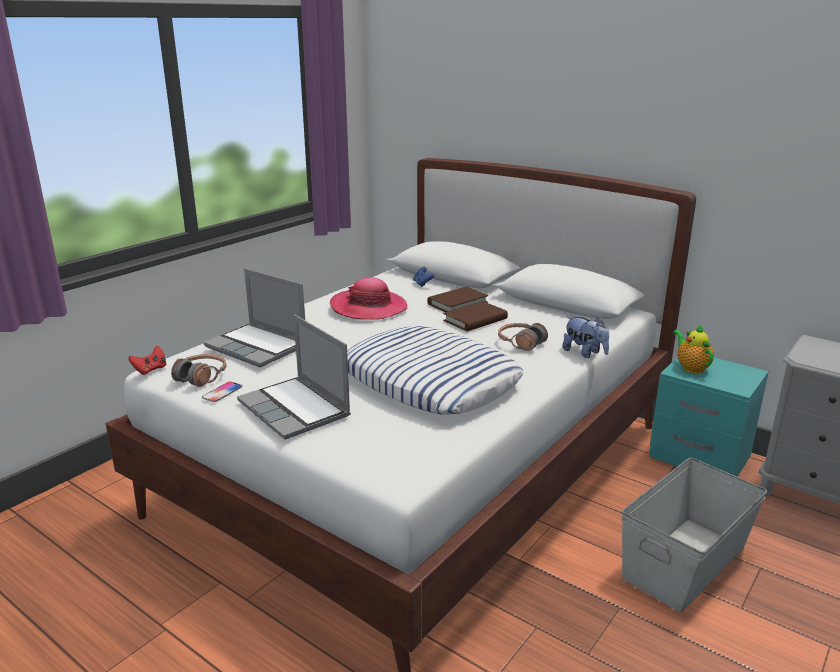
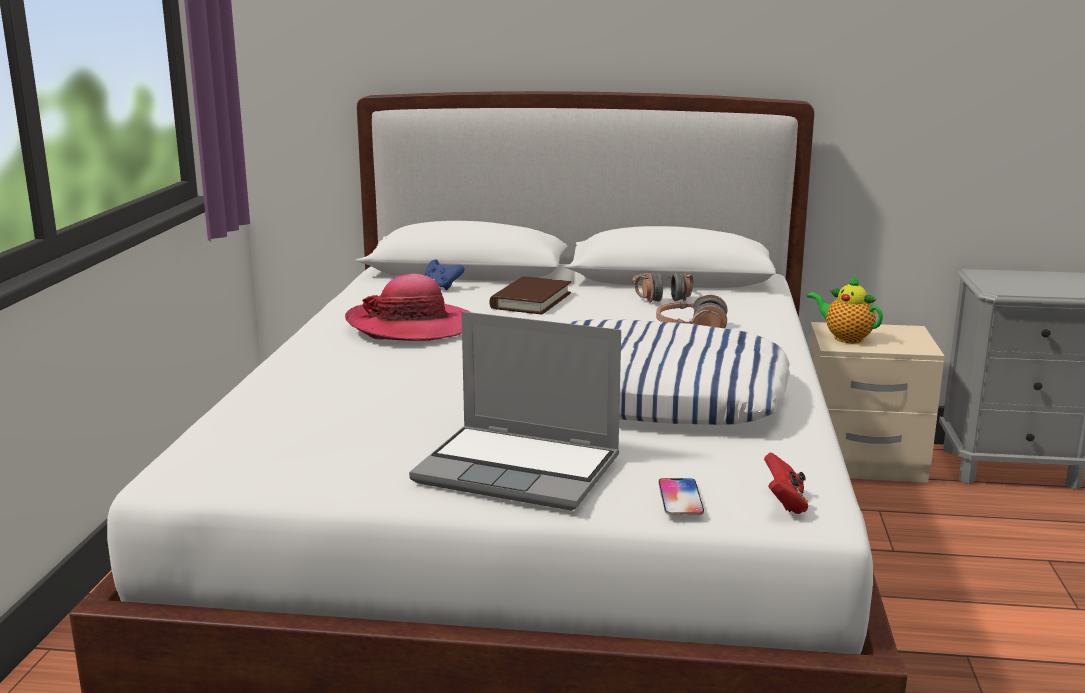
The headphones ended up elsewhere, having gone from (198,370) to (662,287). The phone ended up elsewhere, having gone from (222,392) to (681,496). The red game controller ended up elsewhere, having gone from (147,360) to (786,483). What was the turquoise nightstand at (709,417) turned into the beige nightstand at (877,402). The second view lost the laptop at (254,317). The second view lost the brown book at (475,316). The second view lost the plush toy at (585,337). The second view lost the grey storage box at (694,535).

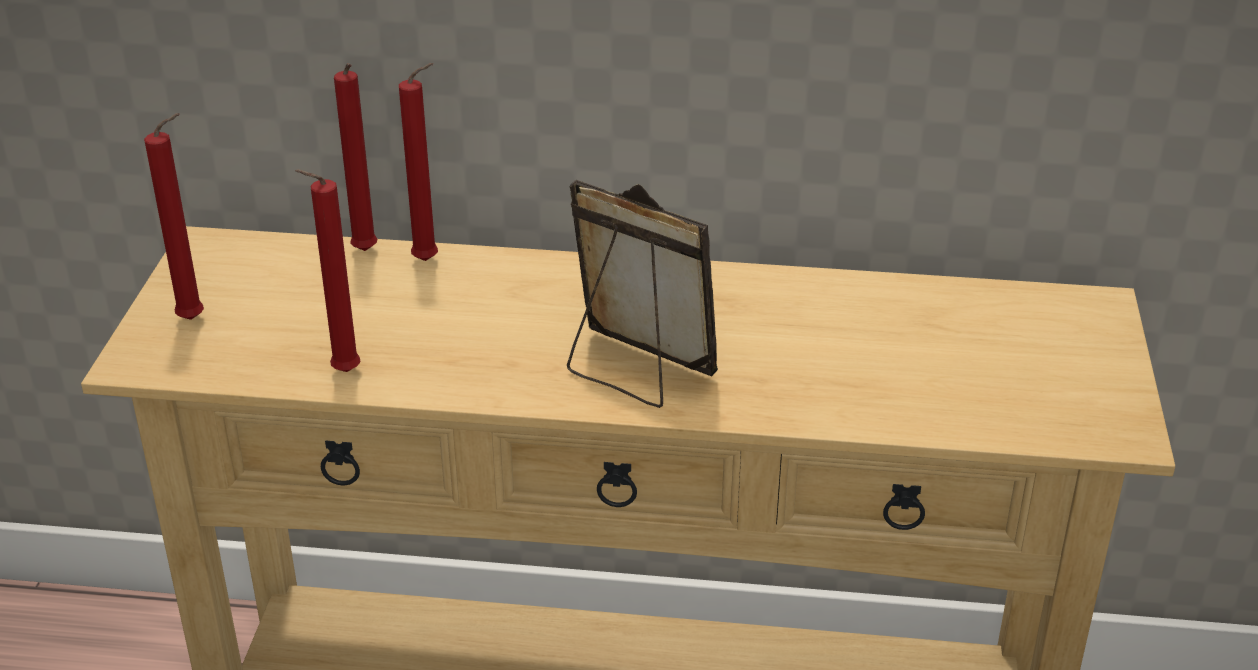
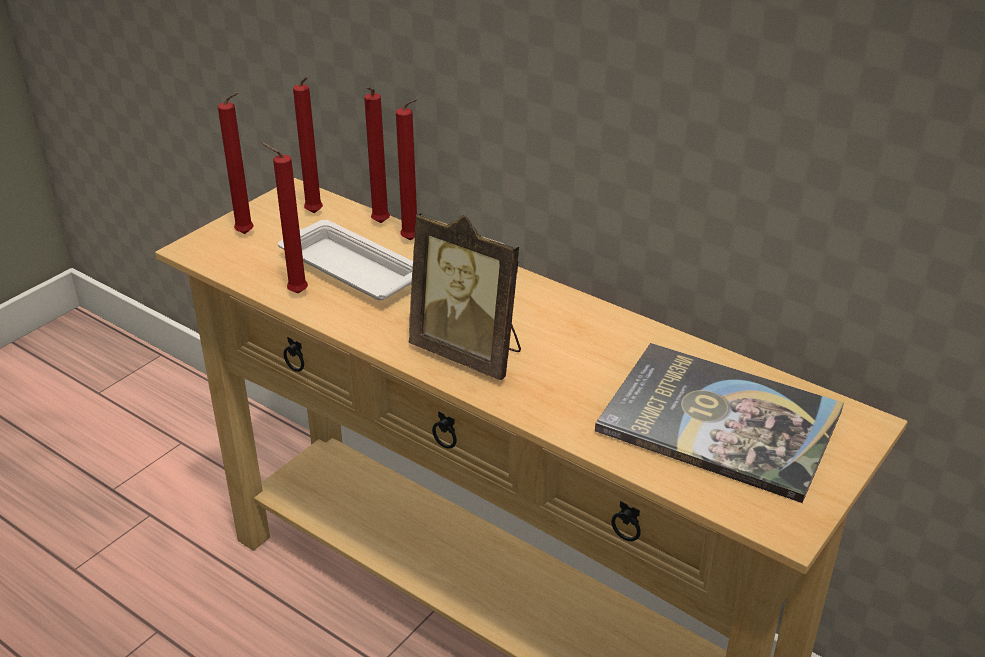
The second view gained the white tray at (345,260). The second view gained the red candle at (308,145). The picture frame at (642,294) ended up facing another way, 150 degrees clockwise from before. The second view gained the book at (719,423).

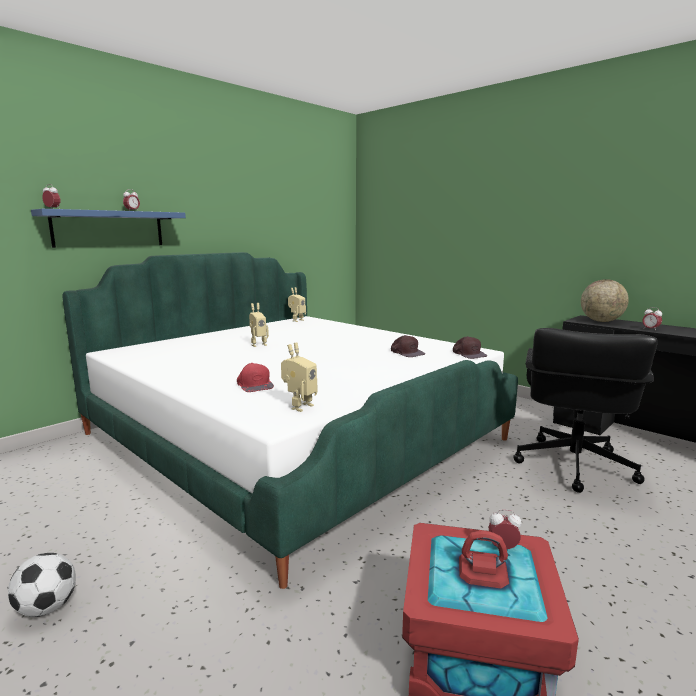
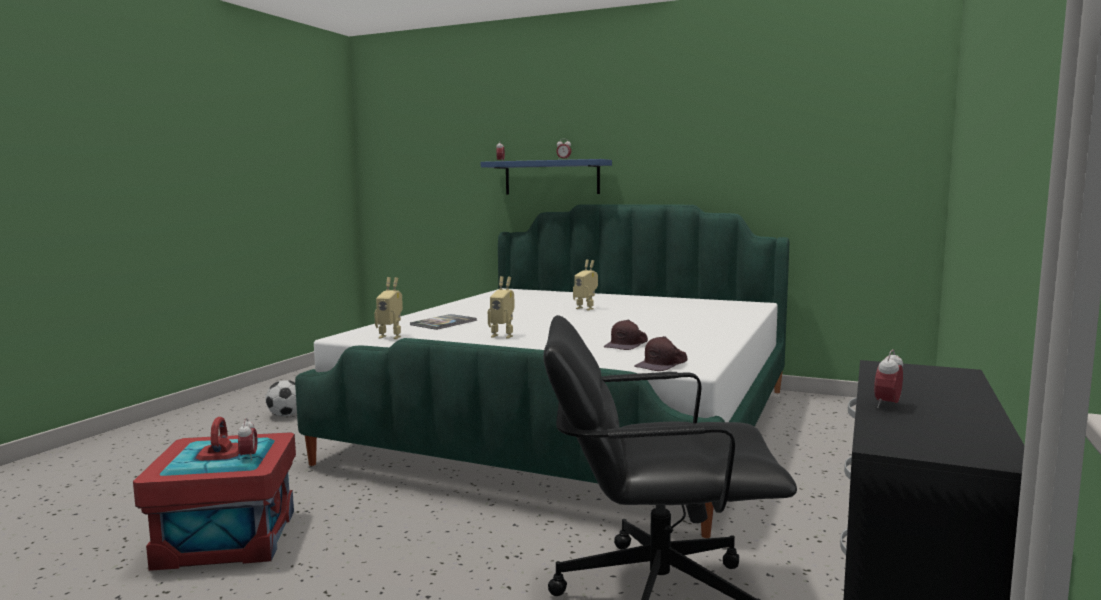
Where the red cap stood at (255,377), the book came to stand at (443,322). The toy robot ended up elsewhere, having gone from (297,304) to (501,307). The second view lost the globe at (605,300).

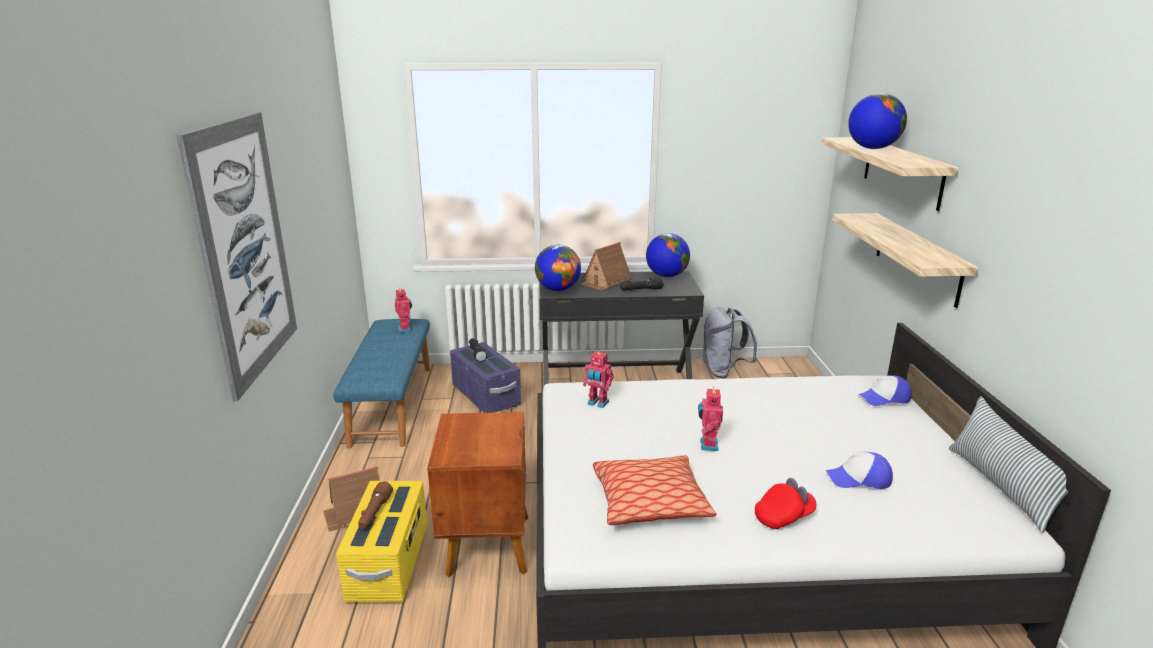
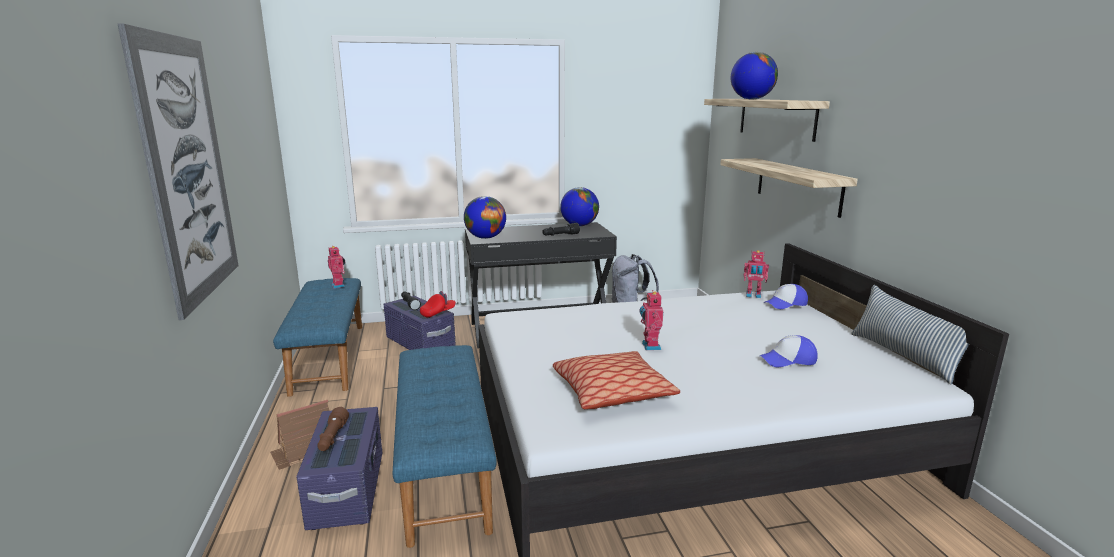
What was the yellow storage box at (381,541) turned into the purple storage box at (339,468). Where the brown nightstand stood at (477,494), the blue bench came to stand at (445,446). The red cap ended up elsewhere, having gone from (785,503) to (438,304). The toy robot ended up elsewhere, having gone from (598,379) to (756,274). The second view lost the toy house at (605,266).

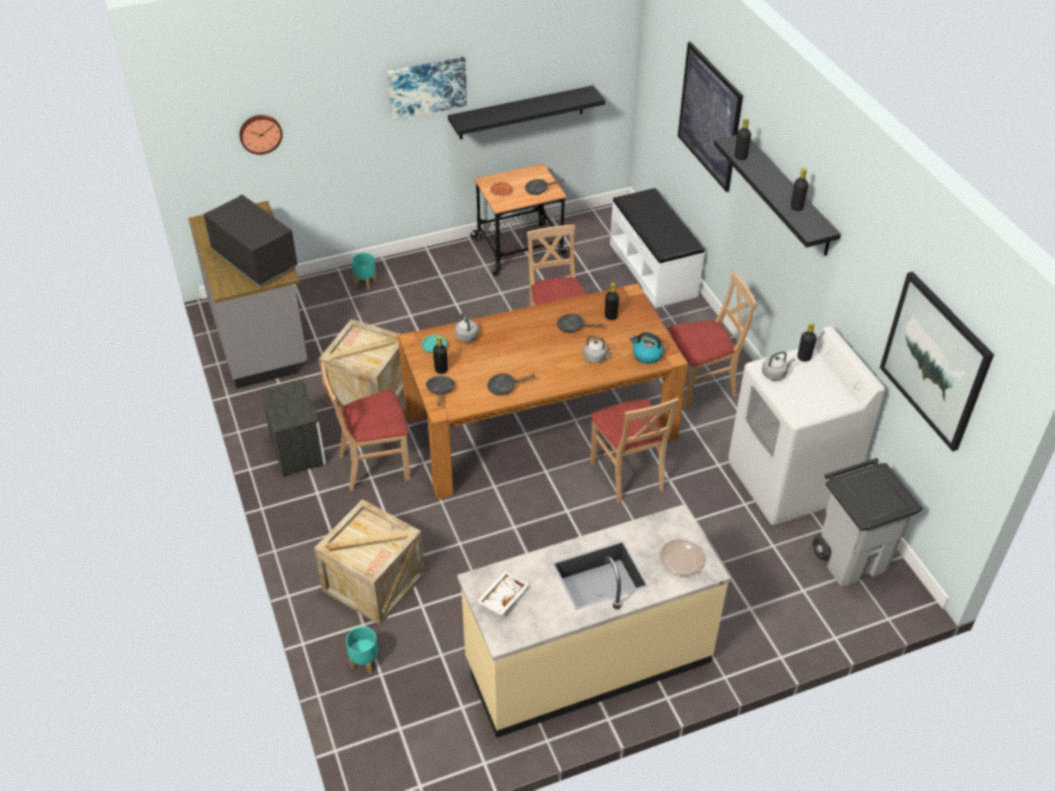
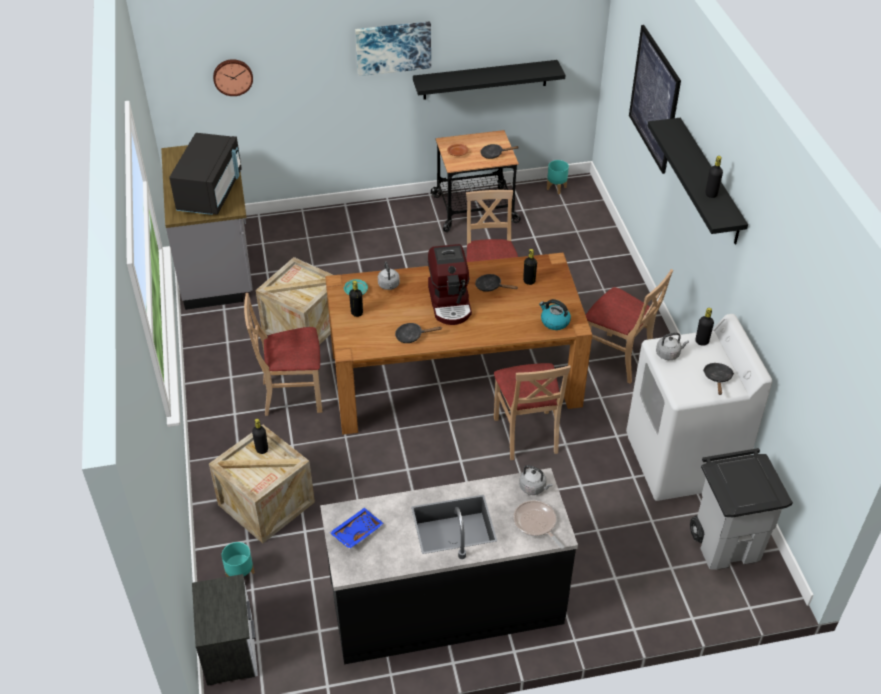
The black microwave at (251,240) ended up facing another way, 45 degrees clockwise from before. The nightstand ended up elsewhere, having gone from (293,427) to (225,630). The black bottle ended up elsewhere, having gone from (742,139) to (260,436). What was the beige counter at (593,621) turned into the black counter at (449,566). What was the white tray at (503,593) turned into the blue tray at (356,528). The second view gained the coffee machine at (450,284). The grey kettle ended up elsewhere, having gone from (598,349) to (535,480). The turquoise planter ended up elsewhere, having gone from (364,271) to (558,177). The beige chair at (713,341) ended up facing another way, 45 degrees clockwise from before. The black frying pan ended up elsewhere, having gone from (440,391) to (718,379). The second view lost the white bench at (657,248). The second view lost the picture at (937,362).

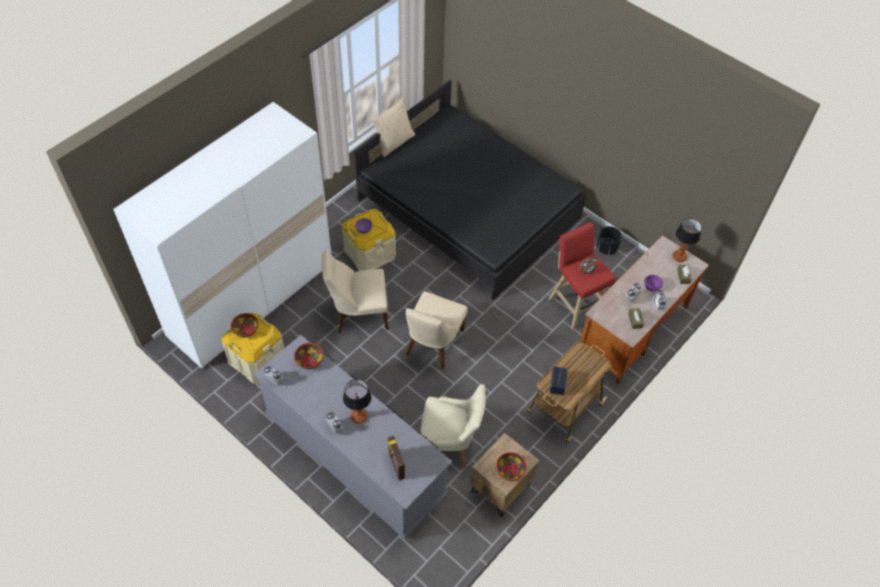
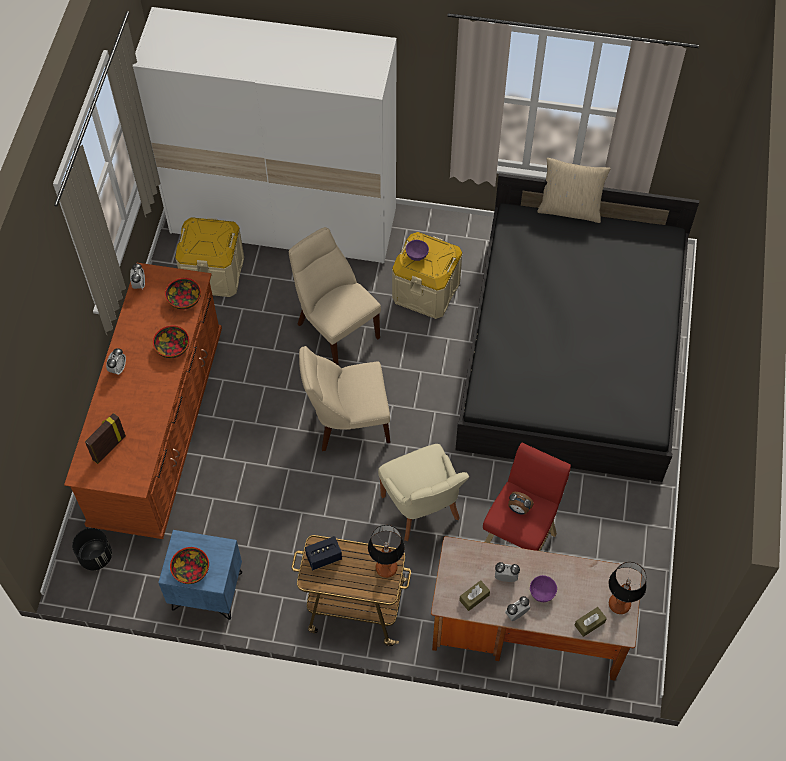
What was the grey dresser at (353,437) turned into the brown dresser at (143,401). The black planter ended up elsewhere, having gone from (609,240) to (92,549). The bowl ended up elsewhere, having gone from (245,325) to (171,341). What was the brown nightstand at (504,475) turned into the blue nightstand at (200,575). The table lamp ended up elsewhere, having gone from (357,401) to (386,551). The beige chair ended up elsewhere, having gone from (453,426) to (423,492).

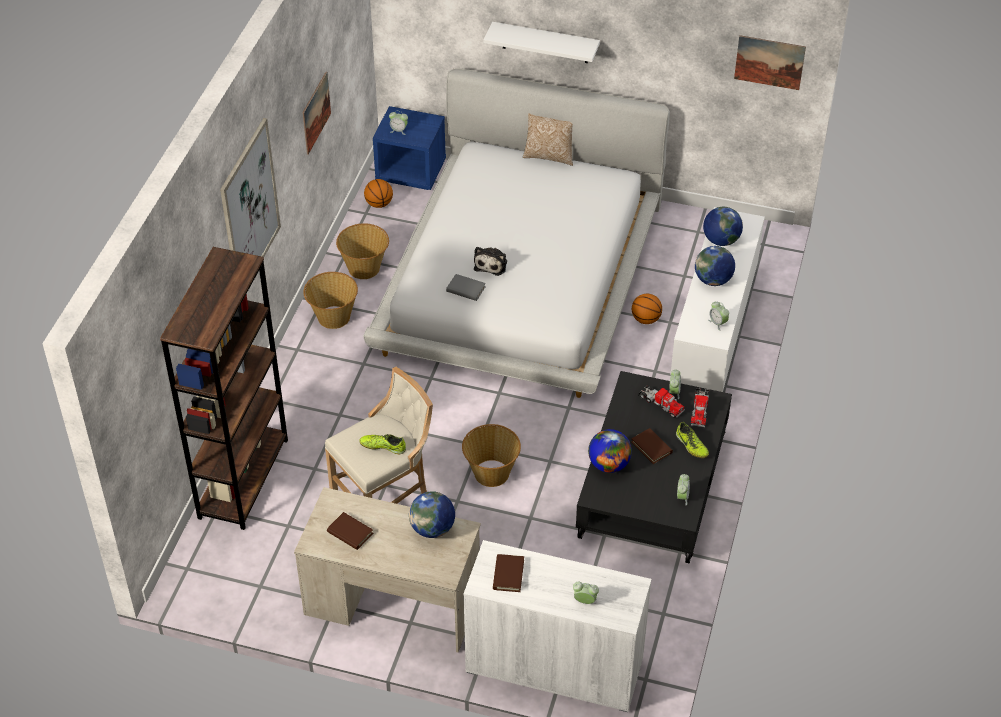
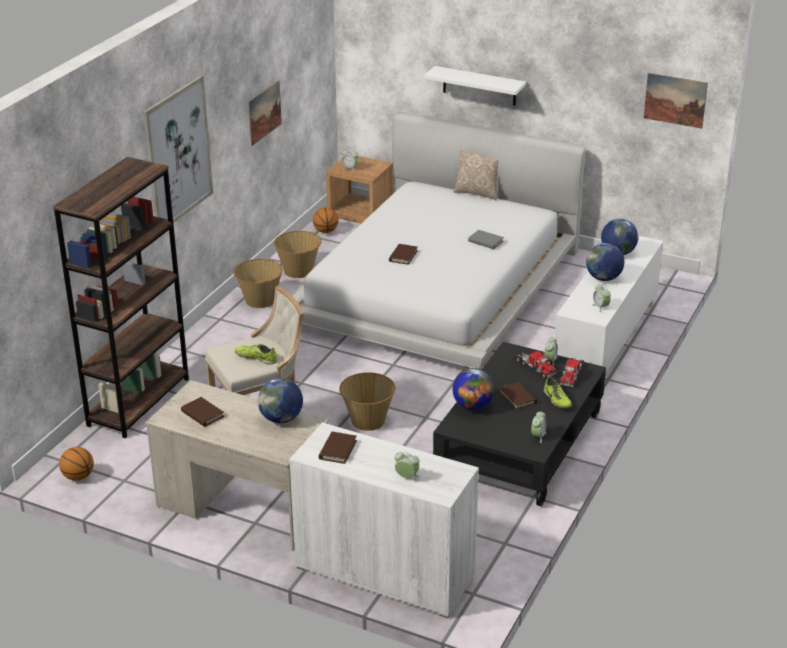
The basketball ended up elsewhere, having gone from (647,309) to (76,464). What was the blue nightstand at (409,148) turned into the brown nightstand at (359,189). Where the plush toy stood at (490,261), the brown book came to stand at (403,254). The grey book ended up elsewhere, having gone from (466,287) to (486,239).

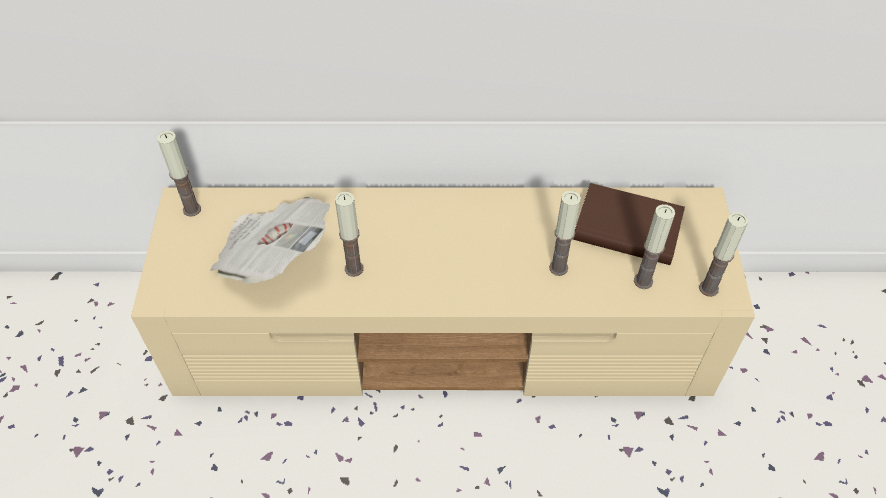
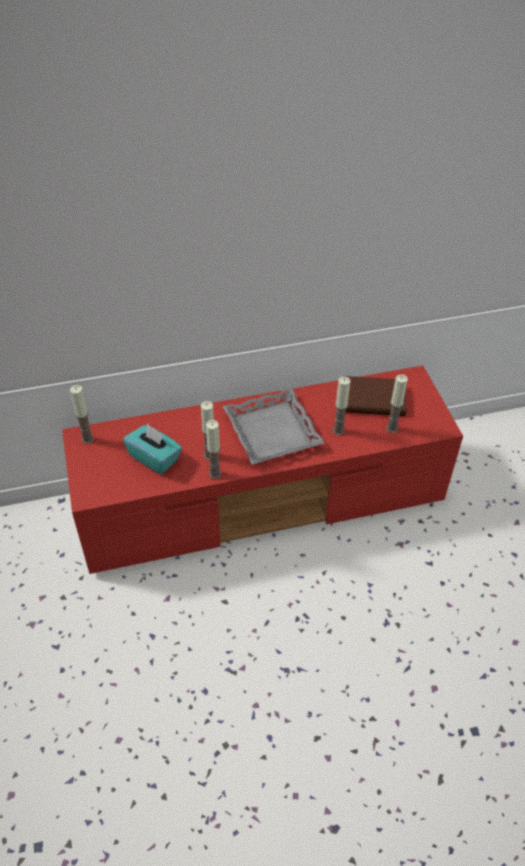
What was the beige tv stand at (443,291) turned into the red tv stand at (262,470). Where the newspaper stood at (270,240), the turquoise tissue box came to stand at (152,449). The candle ended up elsewhere, having gone from (723,254) to (213,449). The second view gained the grey tray at (273,426).

